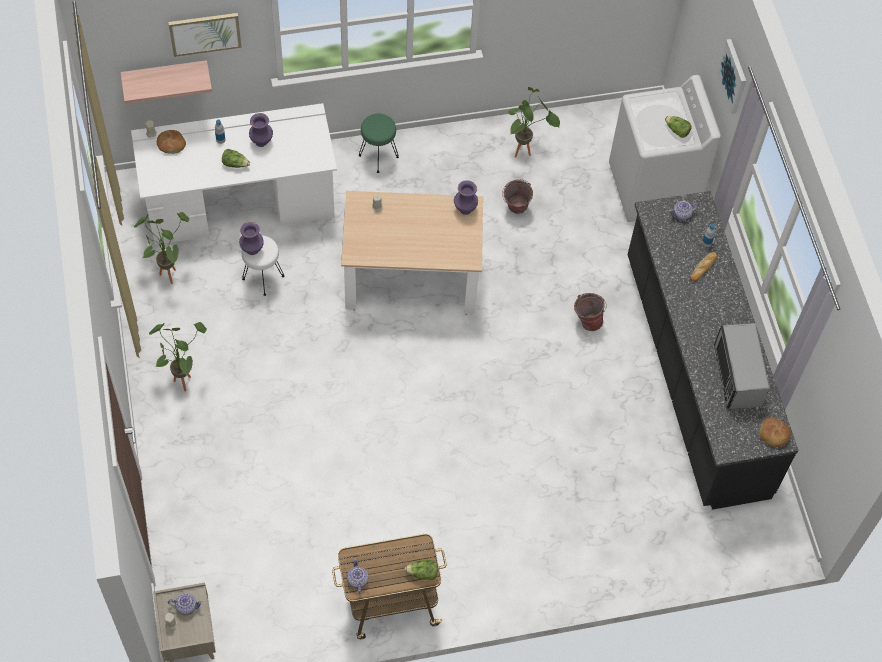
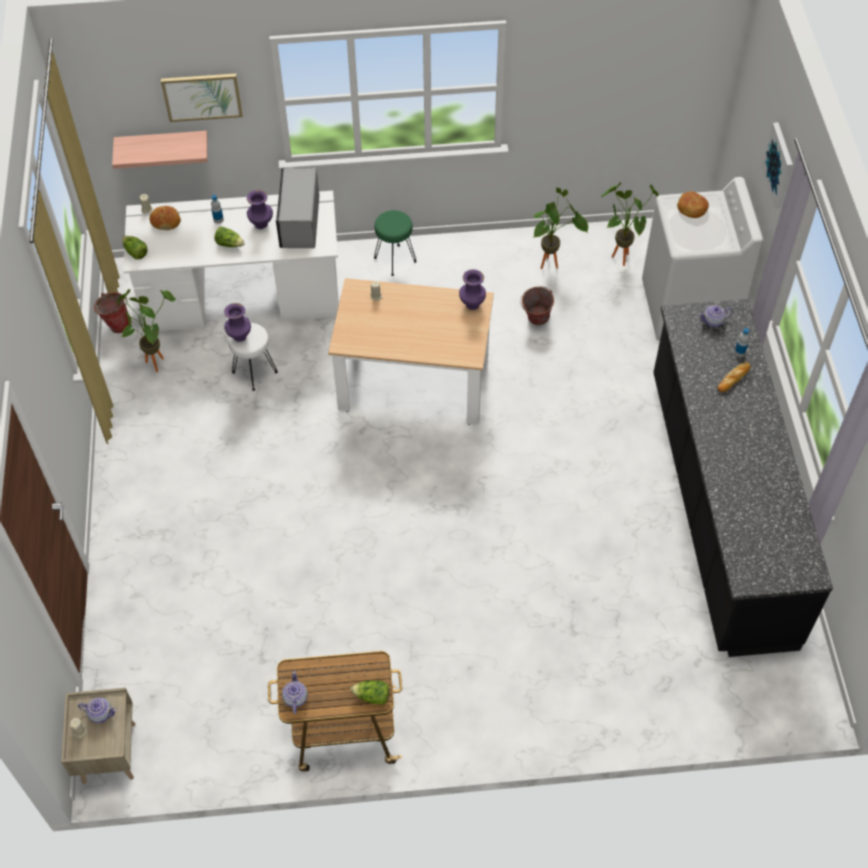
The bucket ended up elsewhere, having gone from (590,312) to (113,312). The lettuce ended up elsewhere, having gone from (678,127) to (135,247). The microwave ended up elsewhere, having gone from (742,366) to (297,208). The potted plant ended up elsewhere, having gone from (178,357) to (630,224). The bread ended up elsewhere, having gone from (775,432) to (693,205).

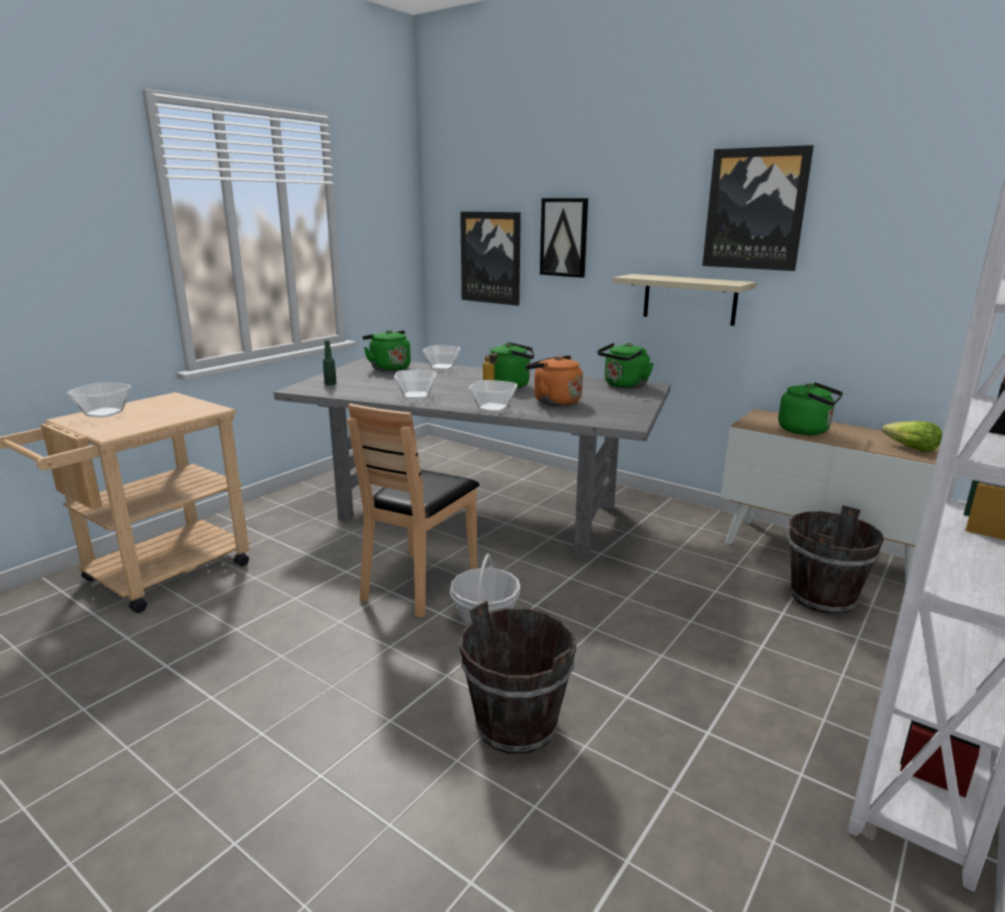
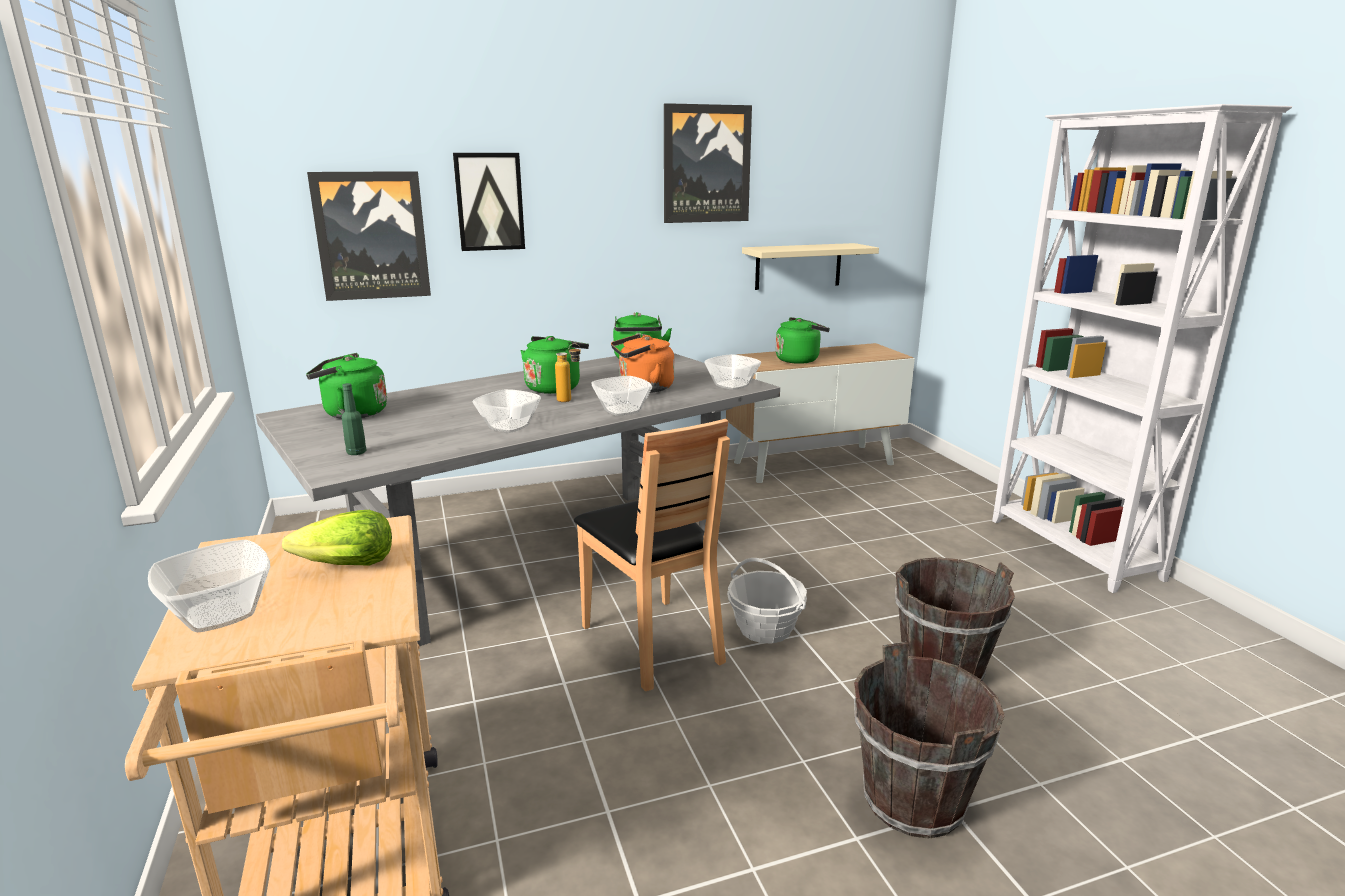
The lettuce ended up elsewhere, having gone from (912,436) to (337,538). The bowl ended up elsewhere, having gone from (441,357) to (732,372). The beige shelf ended up elsewhere, having gone from (684,300) to (810,266). The brown bucket ended up elsewhere, having gone from (836,559) to (929,740).

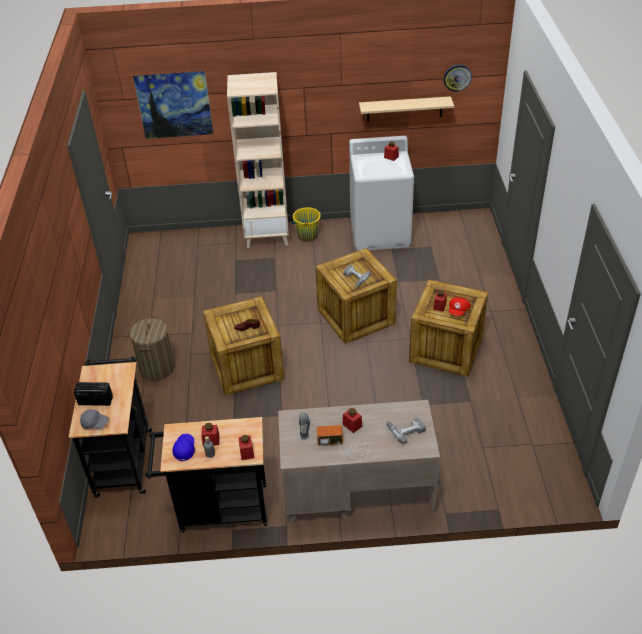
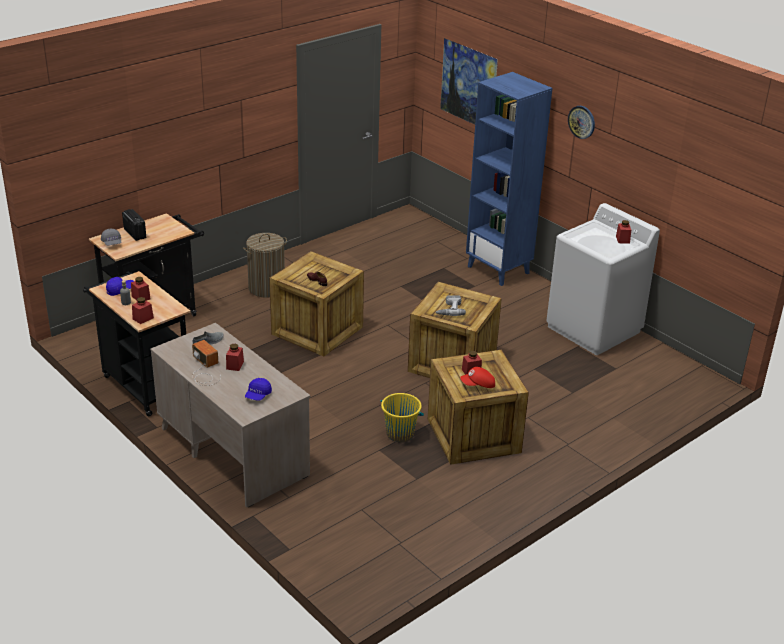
Where the power drill stood at (406,430), the blue cap came to stand at (258,389). The yellow bucket ended up elsewhere, having gone from (306,224) to (402,417). What was the beige bookcase at (258,160) turned into the blue bookcase at (509,179). The wall clock ended up elsewhere, having gone from (457,78) to (581,122). The second view lost the beige shelf at (406,109).

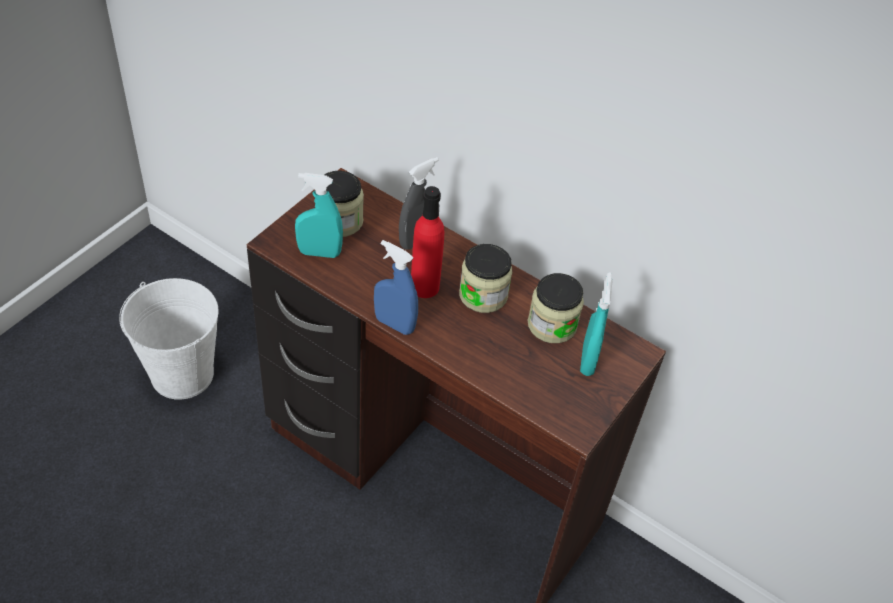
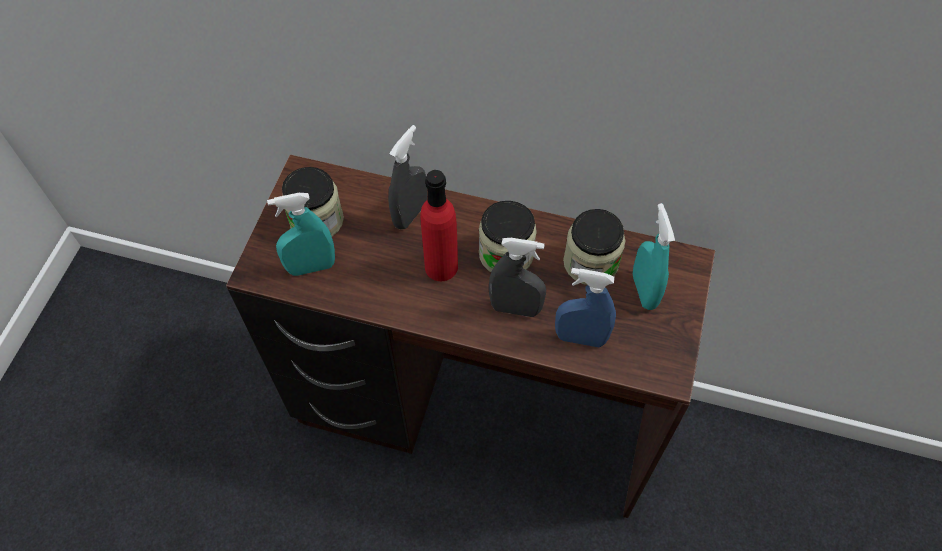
The second view gained the grey spray bottle at (517,277). The blue spray bottle ended up elsewhere, having gone from (396,287) to (585,307). The second view lost the white bucket at (169,339).

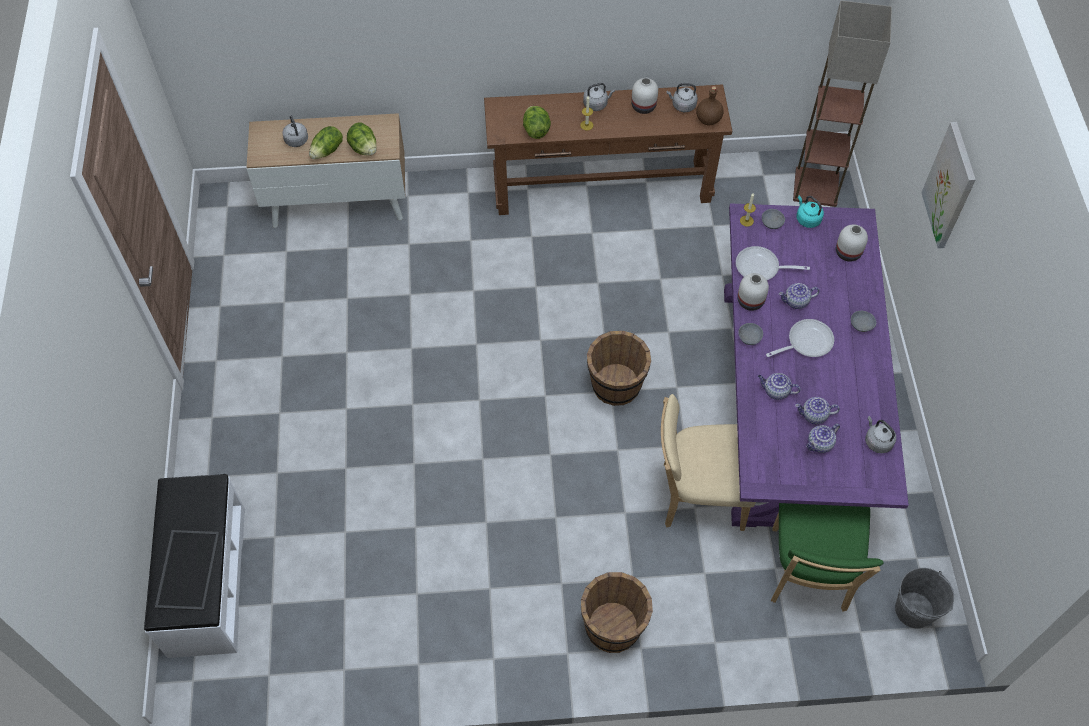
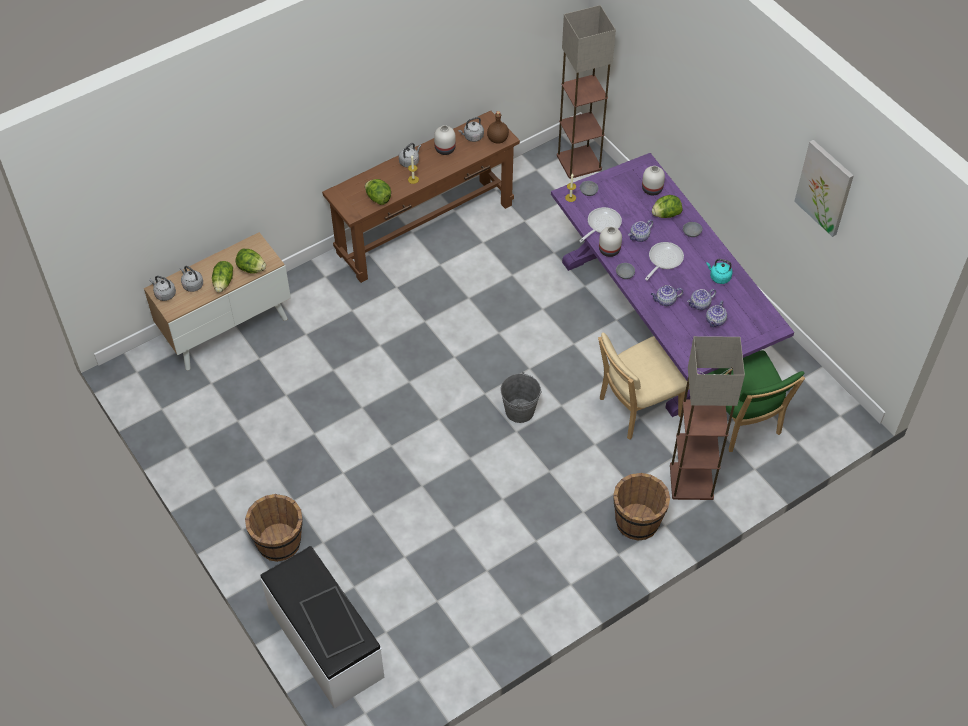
The grey kettle ended up elsewhere, having gone from (880,434) to (162,288). The brown bucket ended up elsewhere, having gone from (619,368) to (274,528). The grey bucket ended up elsewhere, having gone from (924,598) to (521,397). The frying pan at (773,263) ended up facing another way, 150 degrees clockwise from before. The second view gained the lettuce at (667,206). The second view gained the floor lamp at (707,418). The turquoise kettle ended up elsewhere, having gone from (810,211) to (719,271). The picture ended up elsewhere, having gone from (948,185) to (824,188).

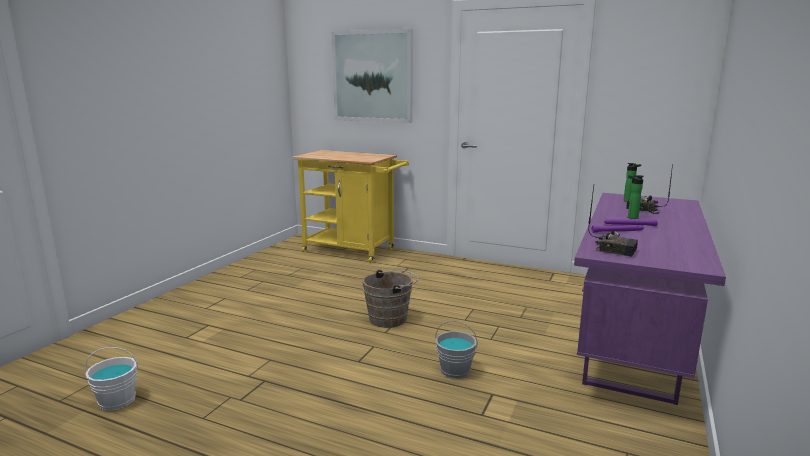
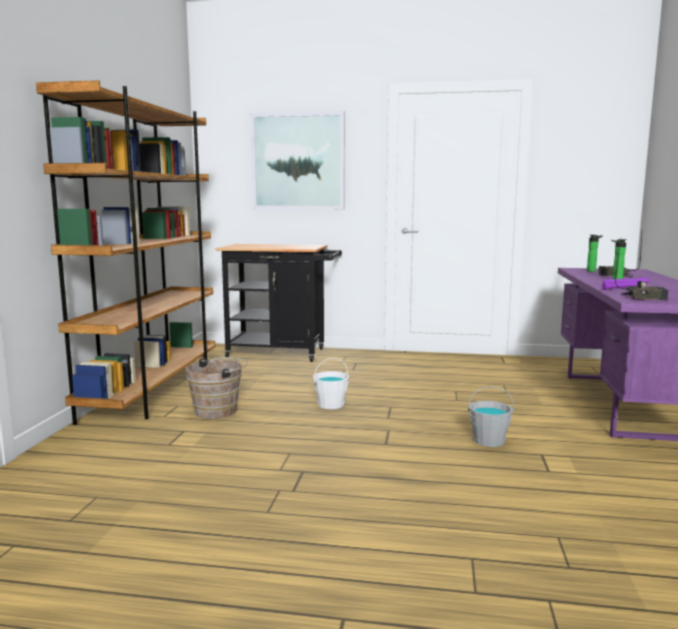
The second view gained the brown bookcase at (125,252). The brown bucket ended up elsewhere, having gone from (390,299) to (217,388). What was the yellow cart at (350,206) turned into the black cart at (278,303). The white bucket ended up elsewhere, having gone from (111,379) to (331,383).

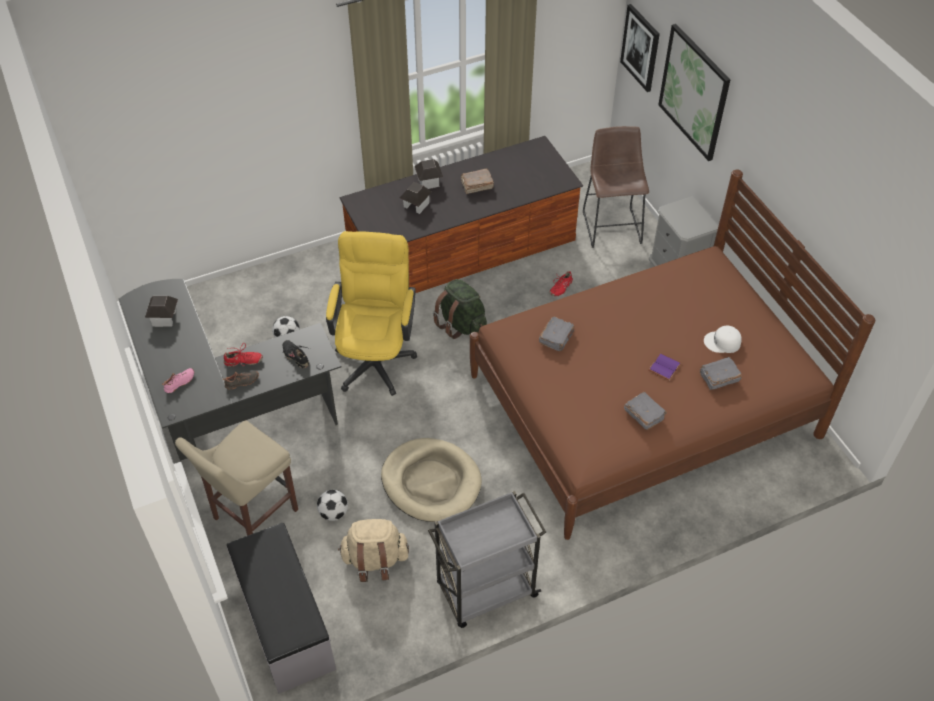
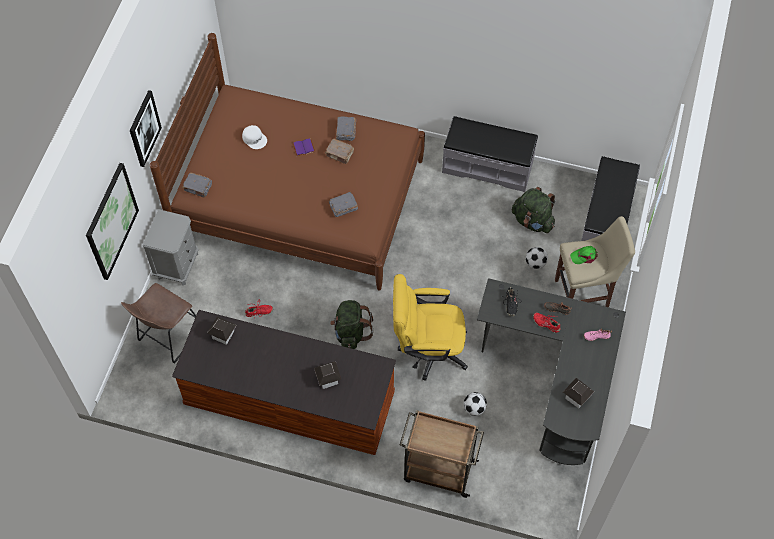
The picture ended up elsewhere, having gone from (640,48) to (146,128). The grey book ended up elsewhere, having gone from (721,373) to (197,185). The toy house ended up elsewhere, having gone from (429,174) to (222,330). The brown book ended up elsewhere, having gone from (477,181) to (339,151). The yellow office chair at (371,313) ended up facing another way, 45 degrees clockwise from before. The second view gained the brown cart at (442,454). Where the grey cart stood at (487,559), the grey bench came to stand at (490,154). What was the beige backpack at (373,550) turned into the green backpack at (533,210). The second view gained the green cap at (584,255). The second view lost the beige dog bed at (431,480).

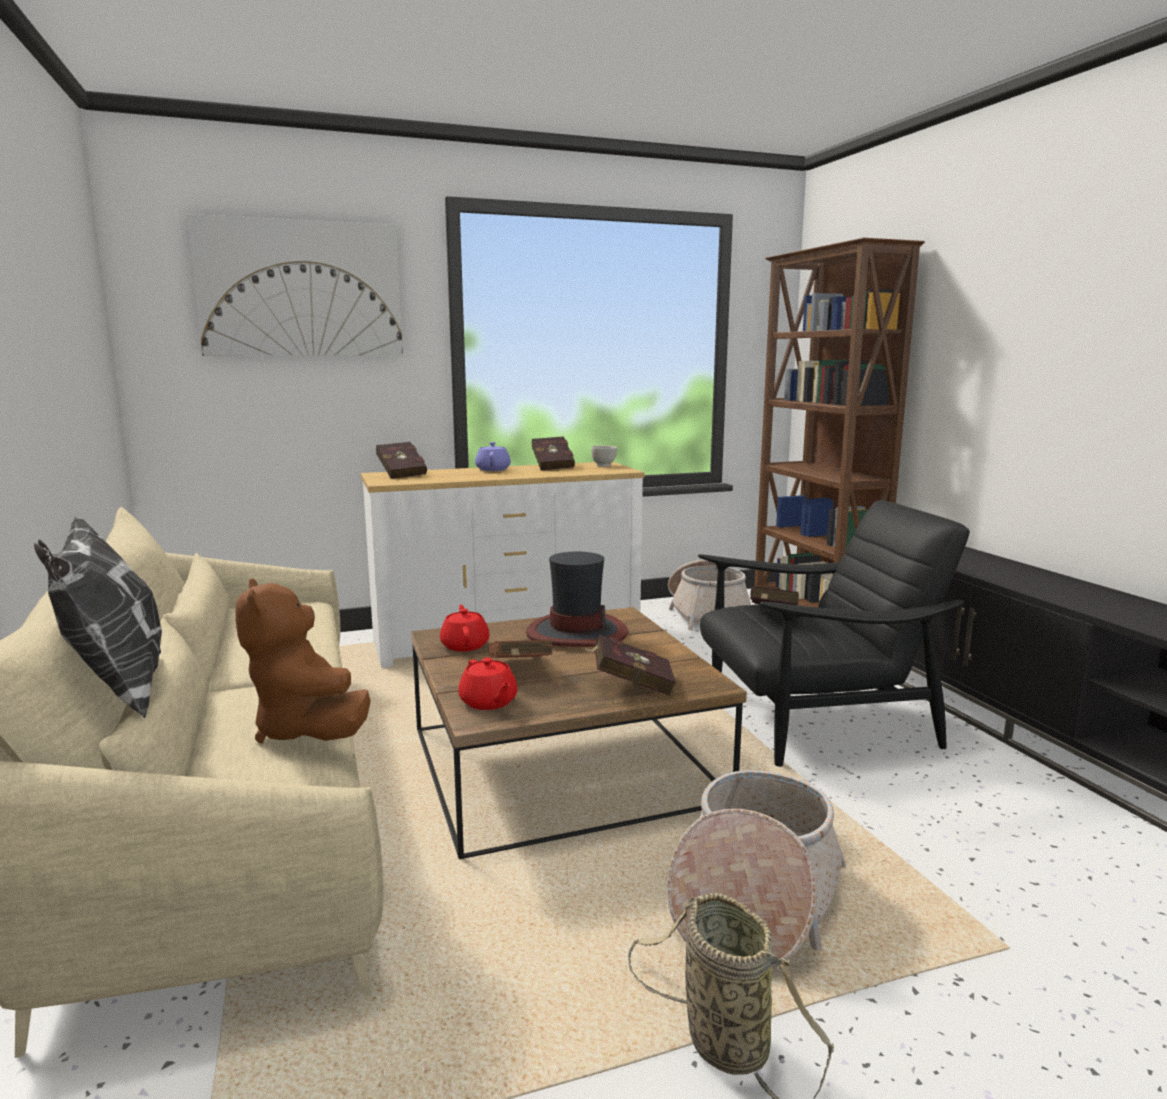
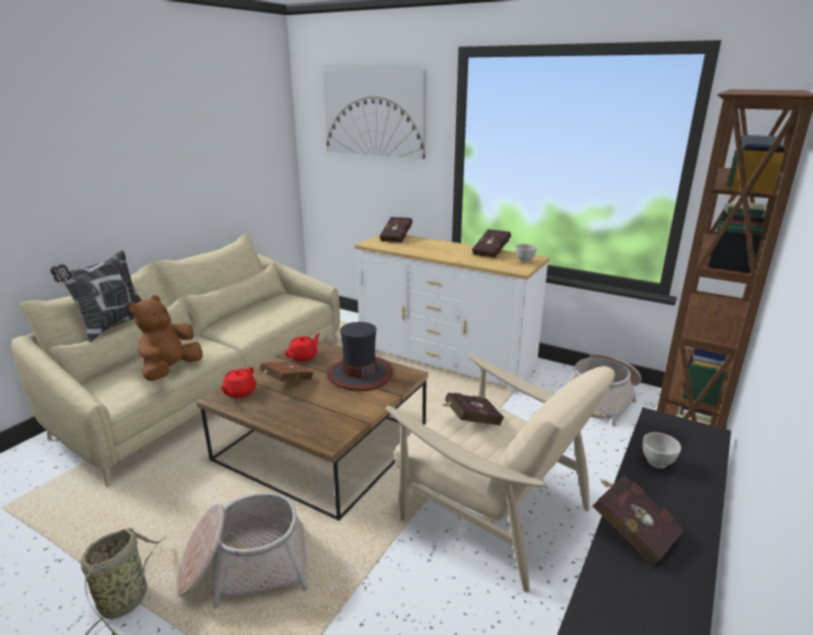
What was the black armchair at (834,633) turned into the beige armchair at (500,473). The red book ended up elsewhere, having gone from (629,665) to (638,520). The second view gained the white bowl at (662,450). The second view lost the purple teapot at (493,456).

